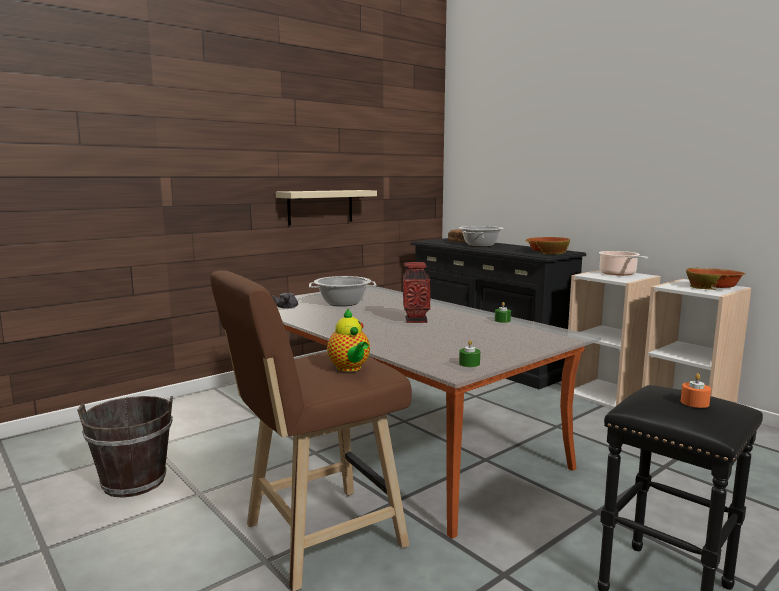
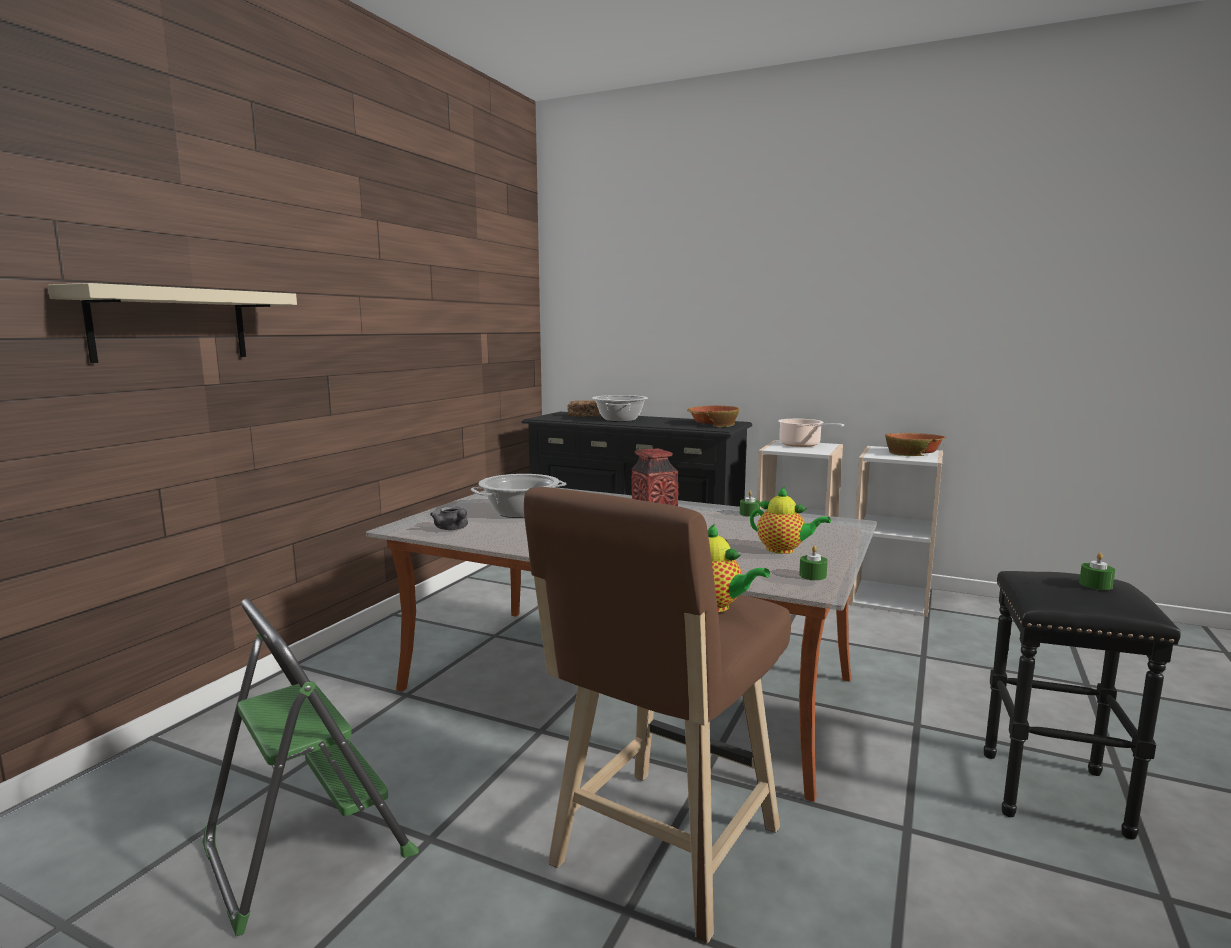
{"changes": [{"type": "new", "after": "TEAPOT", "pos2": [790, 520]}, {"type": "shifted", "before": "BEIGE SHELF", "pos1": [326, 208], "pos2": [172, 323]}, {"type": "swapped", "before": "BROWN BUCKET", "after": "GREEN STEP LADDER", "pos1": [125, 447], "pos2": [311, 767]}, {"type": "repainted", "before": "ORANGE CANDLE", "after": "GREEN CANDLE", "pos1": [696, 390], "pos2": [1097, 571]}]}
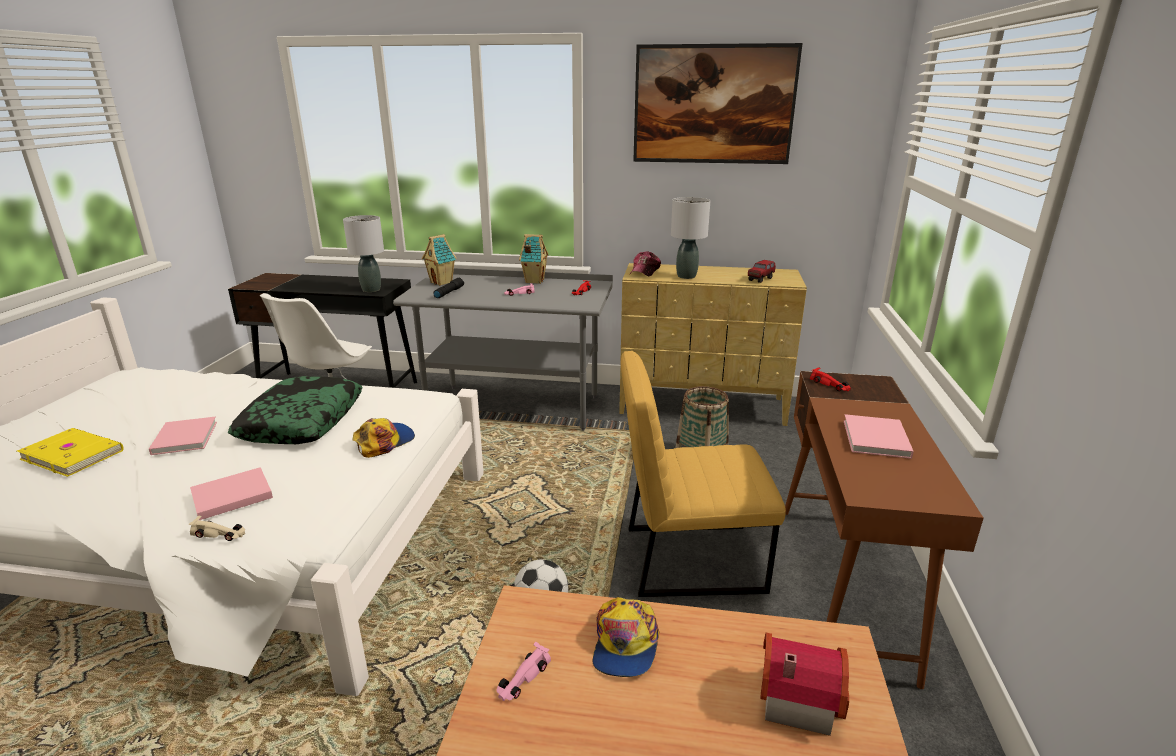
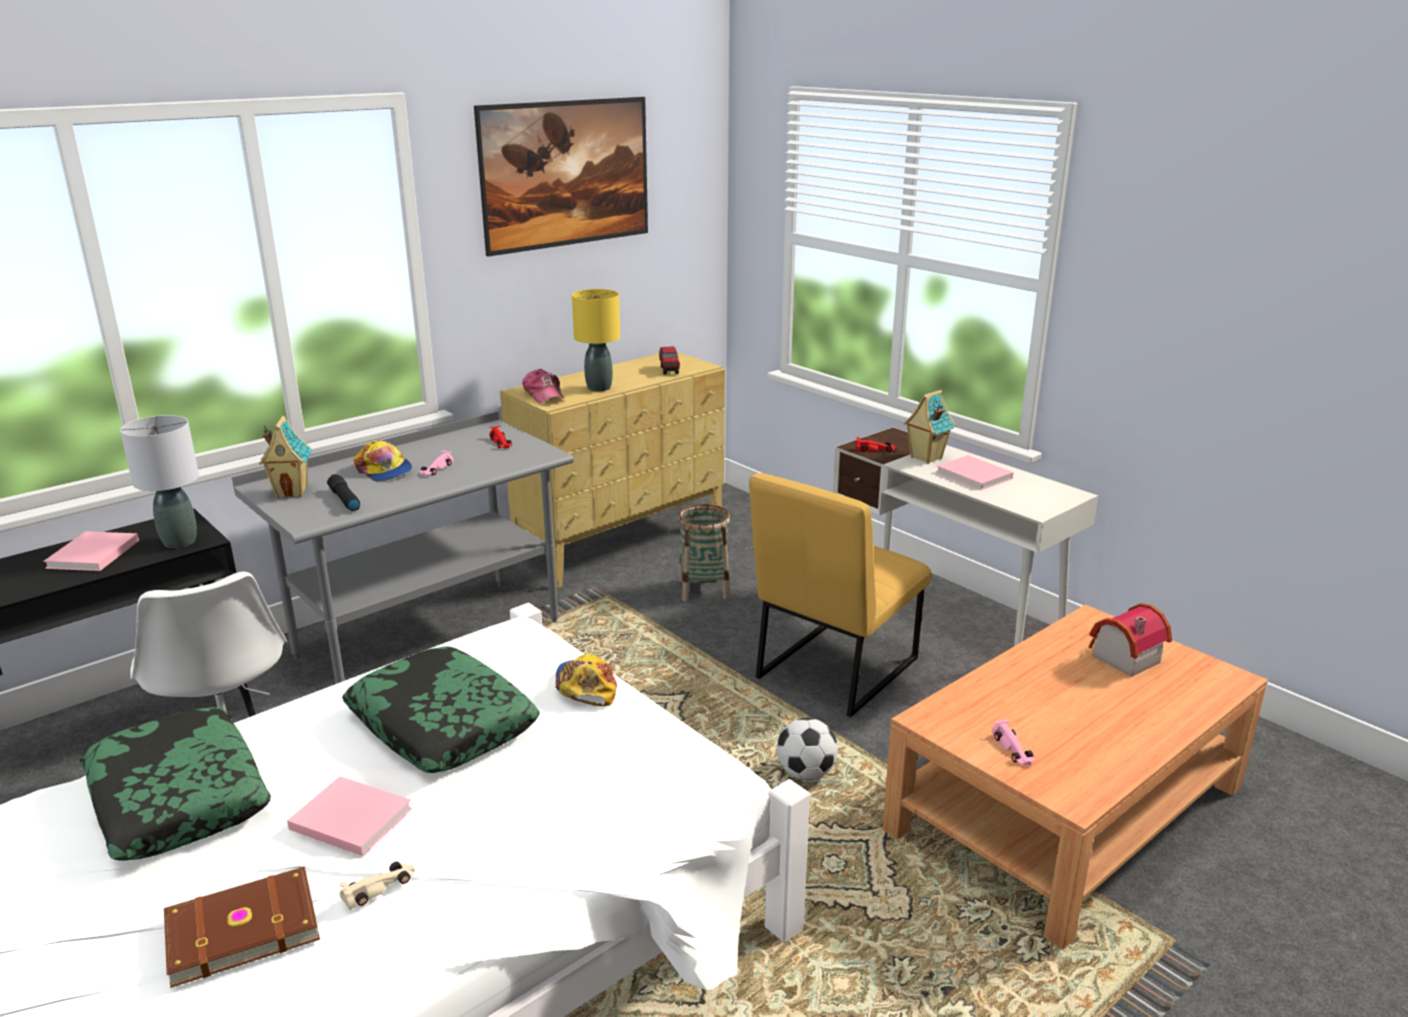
{"changes": [{"type": "new", "after": "PILLOW", "pos2": [175, 783]}, {"type": "shifted", "before": "BEIGE TOY CAR", "pos1": [217, 528], "pos2": [377, 885]}, {"type": "shifted", "before": "PINK BOOK", "pos1": [231, 493], "pos2": [91, 551]}, {"type": "shifted", "before": "TOY HOUSE", "pos1": [533, 259], "pos2": [929, 427]}, {"type": "shifted", "before": "CAP", "pos1": [626, 637], "pos2": [382, 460]}, {"type": "repainted", "before": "YELLOW BOOK", "after": "BROWN BOOK", "pos1": [70, 452], "pos2": [242, 927]}, {"type": "repainted", "before": "GREY TABLE LAMP", "after": "YELLOW TABLE LAMP", "pos1": [690, 238], "pos2": [596, 340]}, {"type": "repainted", "before": "BROWN DESK", "after": "WHITE DESK", "pos1": [884, 530], "pos2": [965, 536]}]}
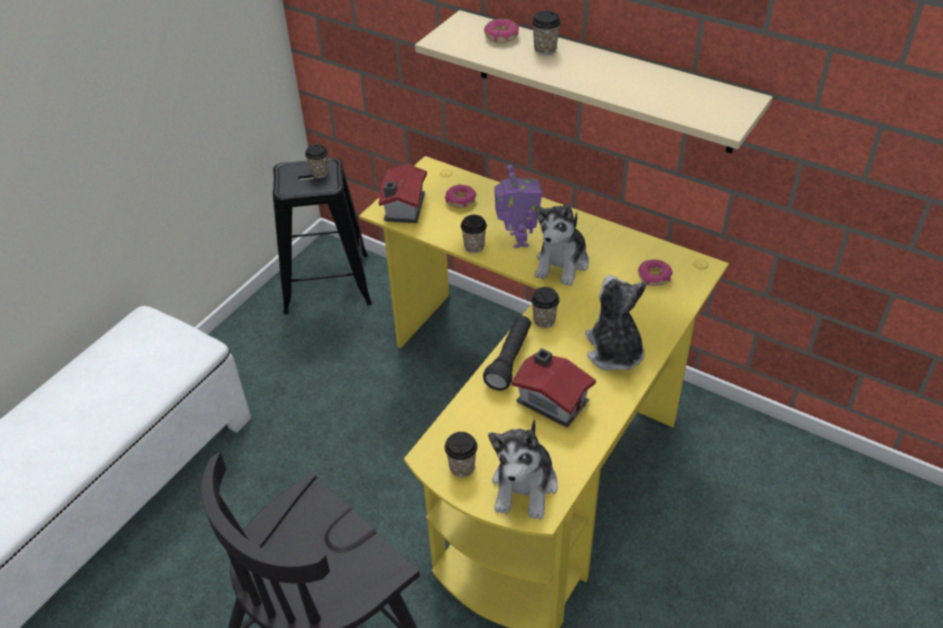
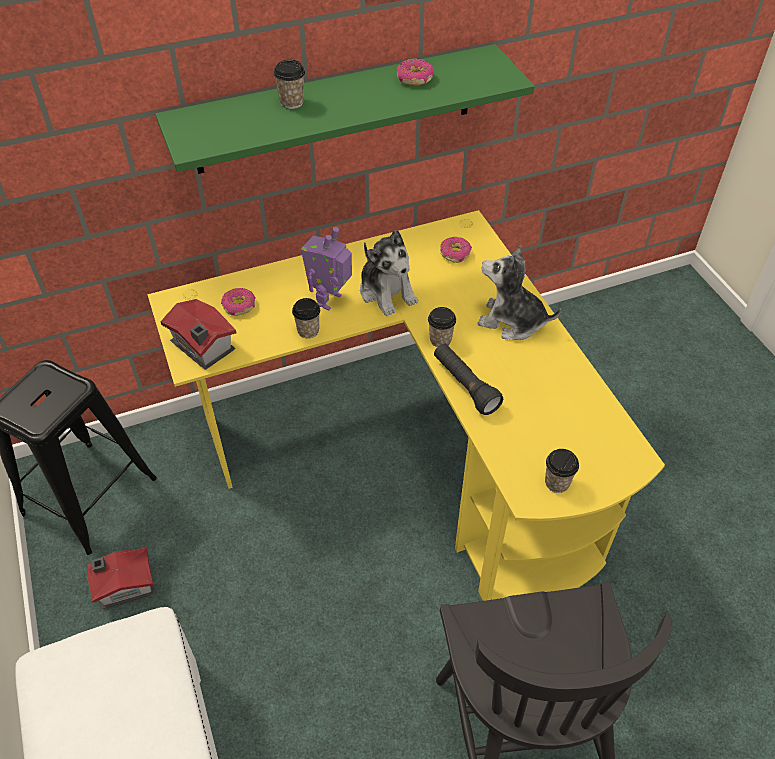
{"changes": [{"type": "gone", "before": "CUP", "pos1": [316, 161]}, {"type": "gone", "before": "PLUSH TOY", "pos1": [523, 469]}, {"type": "shifted", "before": "DONUT", "pos1": [501, 31], "pos2": [415, 72]}, {"type": "shifted", "before": "TOY HOUSE", "pos1": [553, 388], "pos2": [121, 578]}, {"type": "repainted", "before": "BEIGE SHELF", "after": "GREEN SHELF", "pos1": [594, 82], "pos2": [345, 109]}, {"type": "rotated", "before": "TOY ROBOT", "pos1": [518, 206], "pos2": [326, 268], "turn": -90}]}
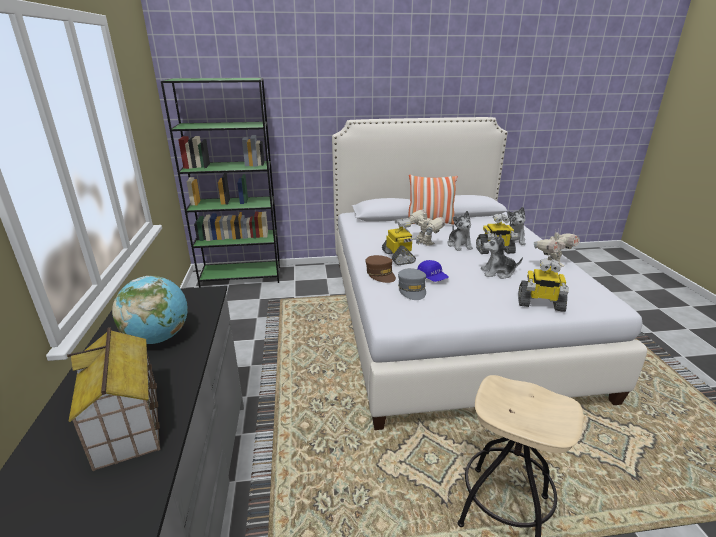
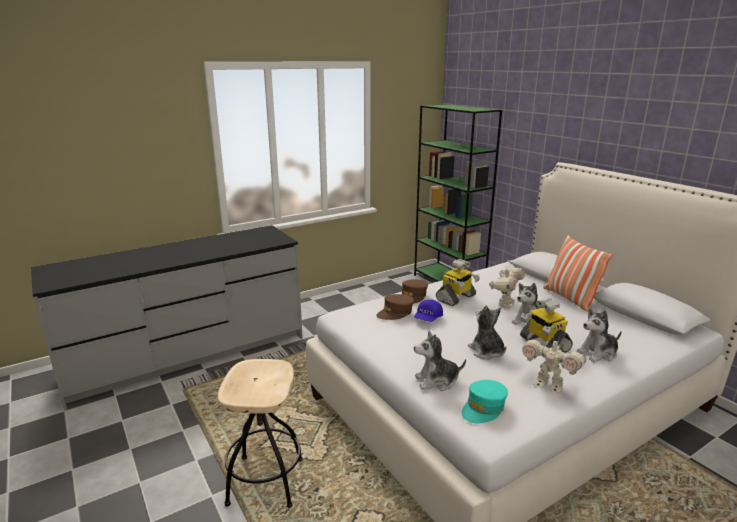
{"changes": [{"type": "gone", "before": "TOY HOUSE", "pos1": [113, 399]}, {"type": "gone", "before": "GLOBE", "pos1": [150, 310]}, {"type": "new", "after": "TURQUOISE CAP", "pos2": [485, 401]}, {"type": "swapped", "before": "TOY ROBOT", "after": "PLUSH TOY", "pos1": [543, 285], "pos2": [440, 361]}, {"type": "repainted", "before": "GREY CAP", "after": "BROWN CAP", "pos1": [412, 284], "pos2": [395, 307]}]}
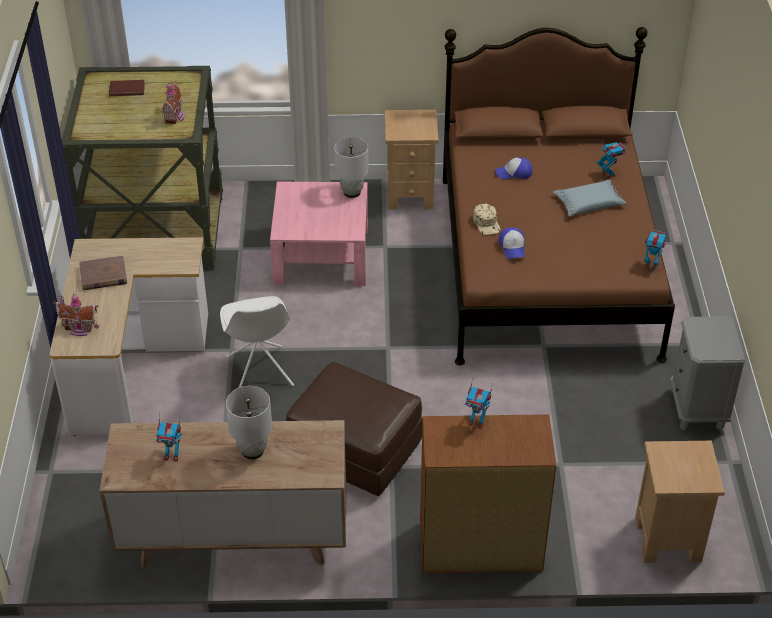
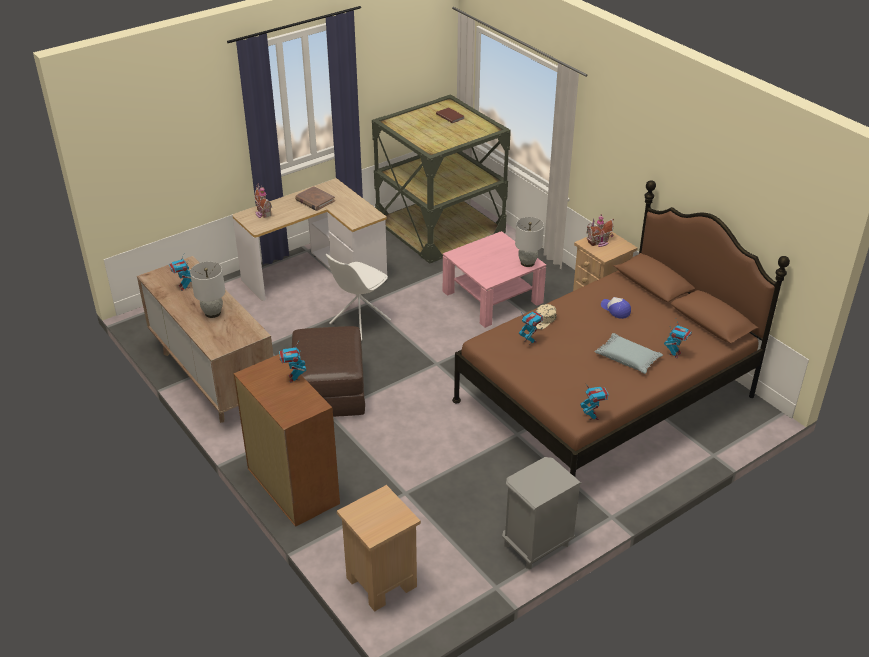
{"changes": [{"type": "shifted", "before": "TOY HOUSE", "pos1": [173, 102], "pos2": [600, 230]}, {"type": "swapped", "before": "CAP", "after": "TOY ROBOT", "pos1": [512, 243], "pos2": [531, 328]}]}
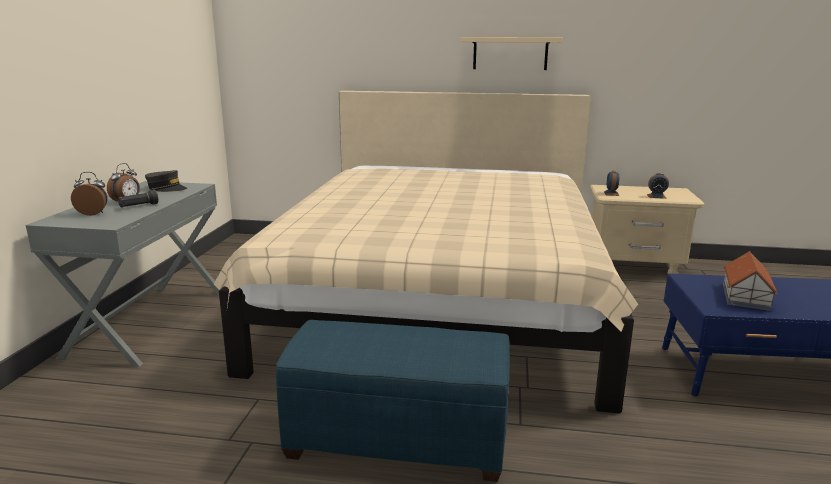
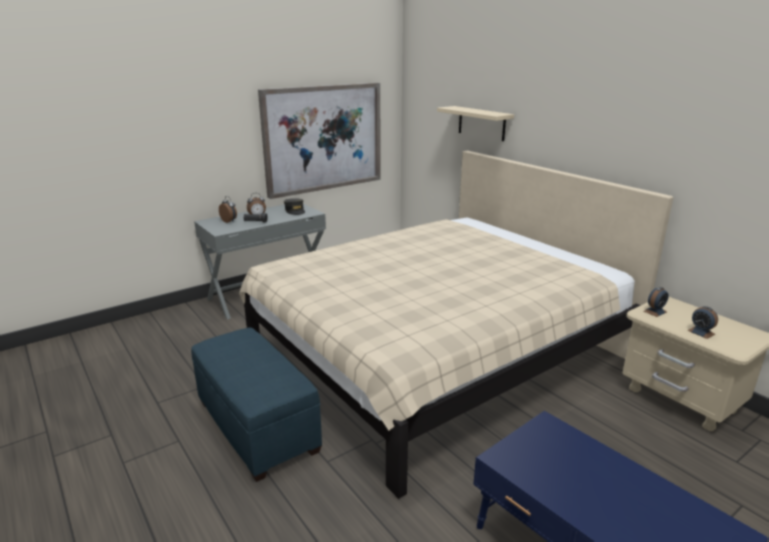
{"changes": [{"type": "gone", "before": "TOY HOUSE", "pos1": [750, 281]}, {"type": "new", "after": "PICTURE", "pos2": [319, 141]}, {"type": "shifted", "before": "BEIGE SHELF", "pos1": [511, 53], "pos2": [475, 123]}]}
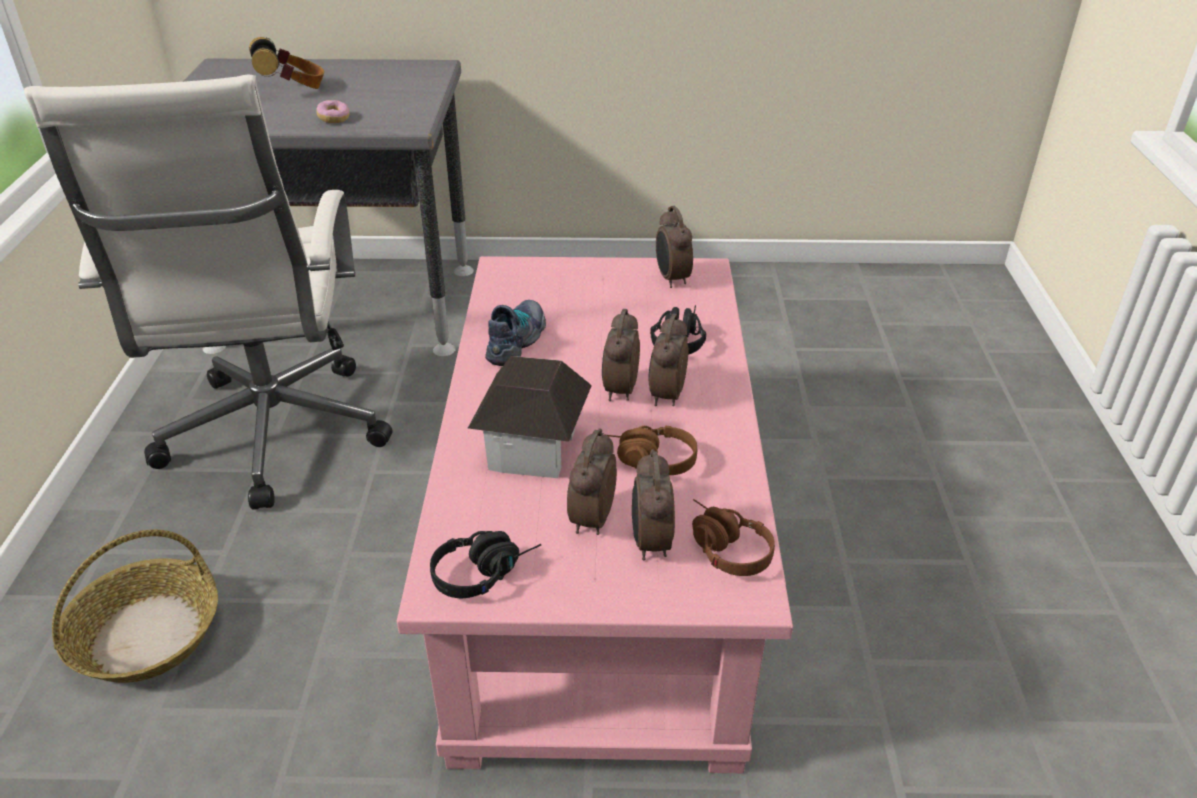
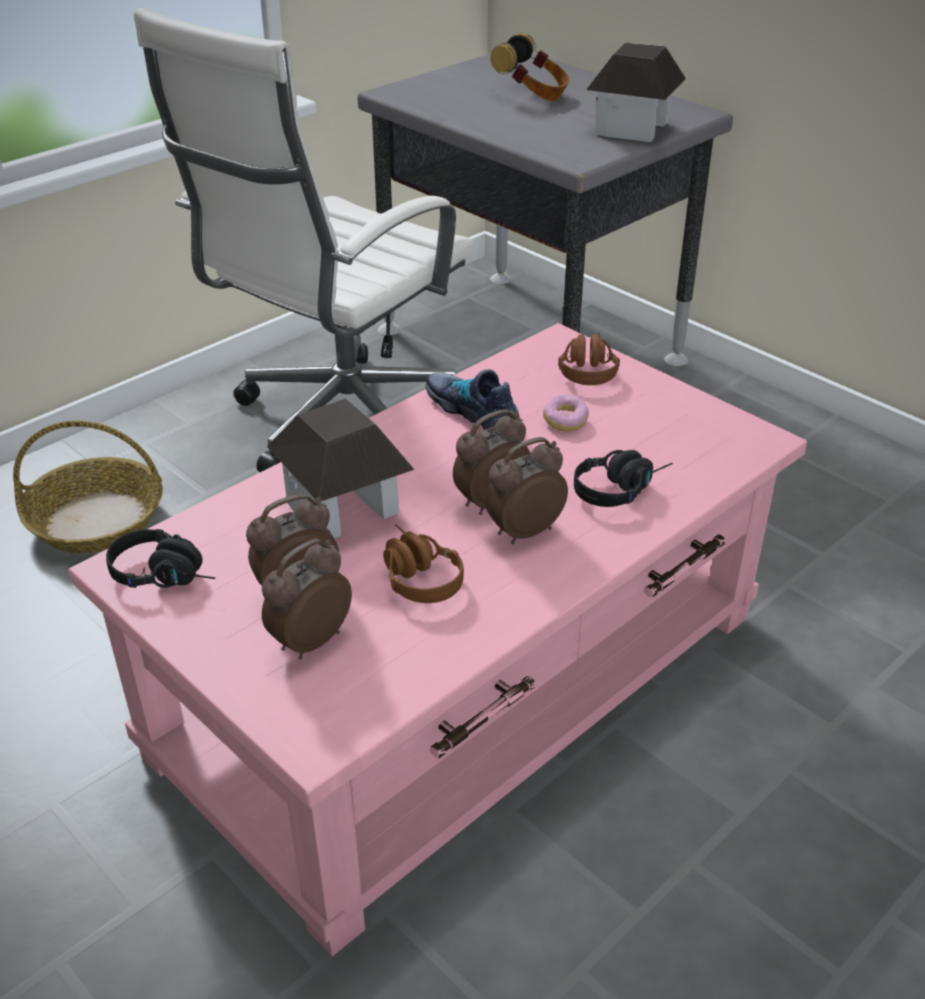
{"changes": [{"type": "gone", "before": "ALARM CLOCK", "pos1": [674, 247]}, {"type": "new", "after": "TOY HOUSE", "pos2": [636, 92]}, {"type": "shifted", "before": "DONUT", "pos1": [333, 111], "pos2": [566, 413]}, {"type": "shifted", "before": "BROWN HEADPHONES", "pos1": [733, 537], "pos2": [589, 358]}, {"type": "rotated", "before": "SHOE", "pos1": [515, 333], "pos2": [472, 399], "turn": -105}]}
